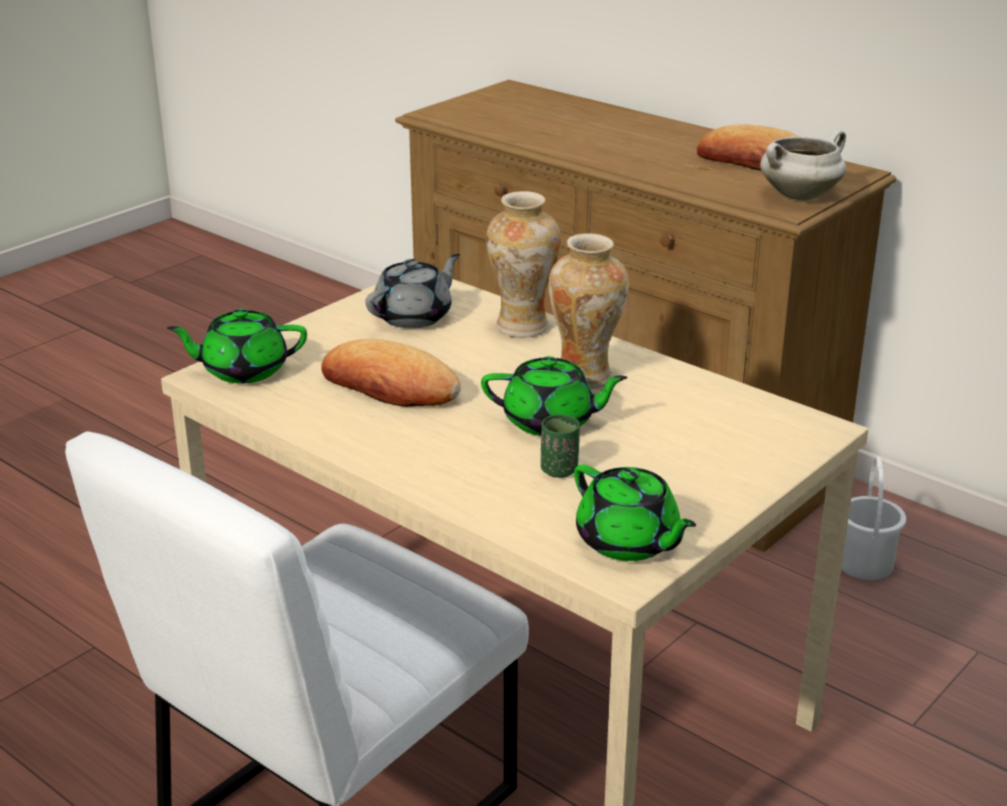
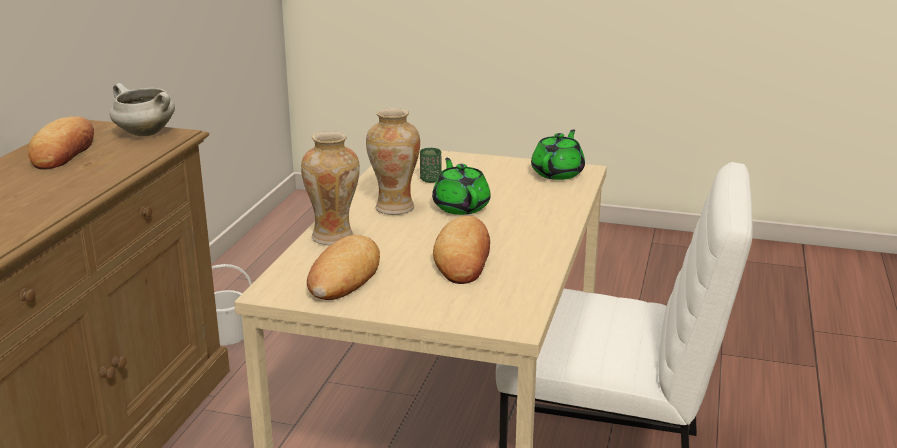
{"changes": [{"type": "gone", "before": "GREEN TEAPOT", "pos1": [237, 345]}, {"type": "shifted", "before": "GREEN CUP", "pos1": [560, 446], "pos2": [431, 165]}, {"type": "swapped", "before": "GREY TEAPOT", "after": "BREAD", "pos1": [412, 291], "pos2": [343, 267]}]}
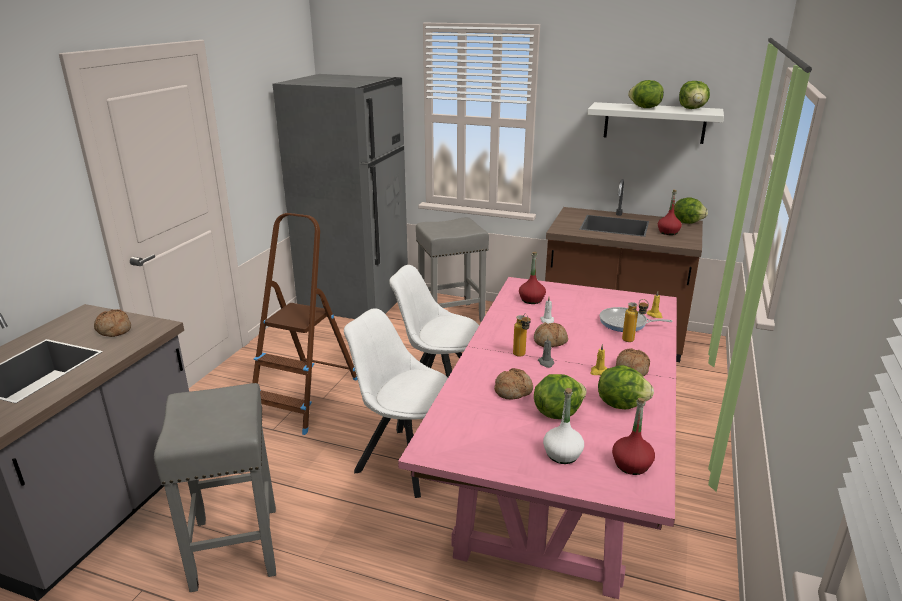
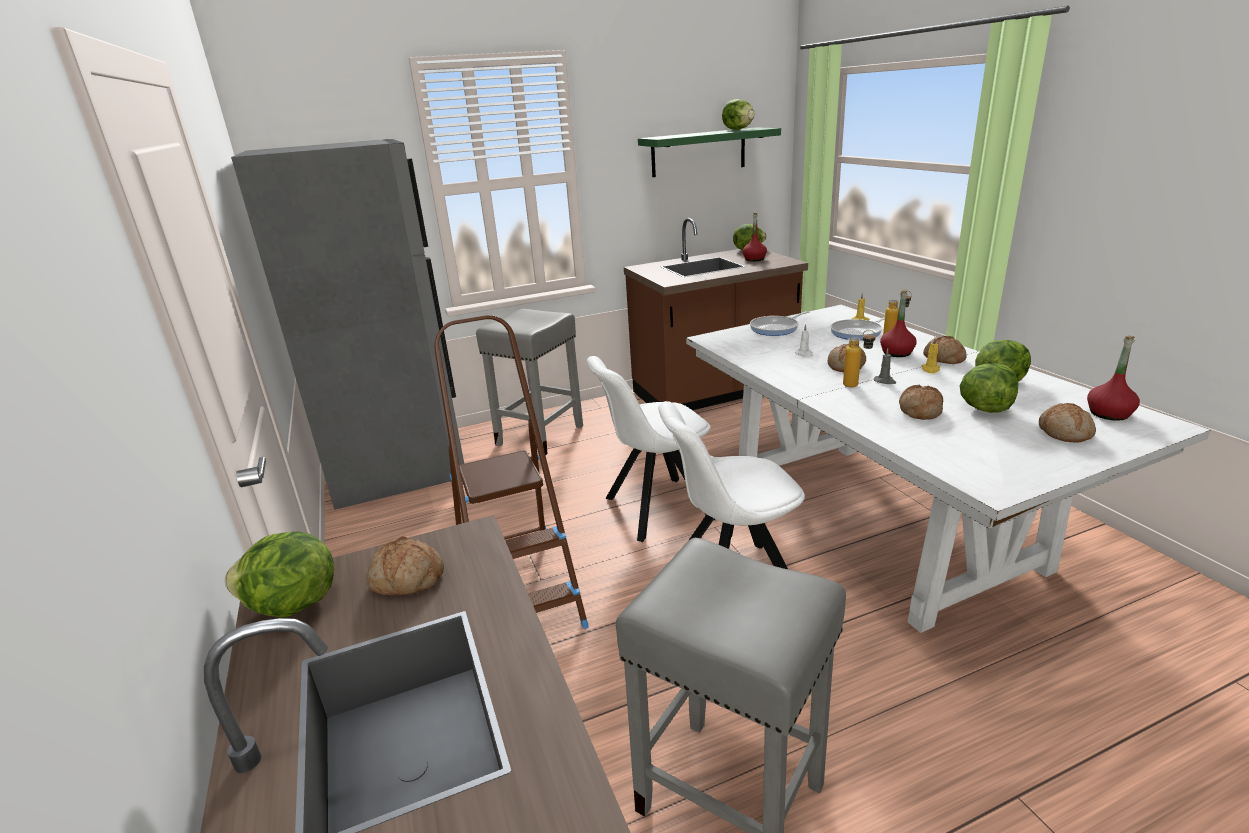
{"changes": [{"type": "new", "after": "FRYING PAN", "pos2": [779, 323]}, {"type": "shifted", "before": "RED BOTTLE", "pos1": [532, 278], "pos2": [898, 323]}, {"type": "shifted", "before": "LETTUCE", "pos1": [646, 94], "pos2": [279, 574]}, {"type": "swapped", "before": "WHITE BOTTLE", "after": "BREAD", "pos1": [563, 426], "pos2": [1067, 423]}, {"type": "repainted", "before": "PINK DINING TABLE", "after": "WHITE DINING TABLE", "pos1": [537, 438], "pos2": [948, 469]}, {"type": "repainted", "before": "WHITE SHELF", "after": "GREEN SHELF", "pos1": [655, 123], "pos2": [709, 152]}]}
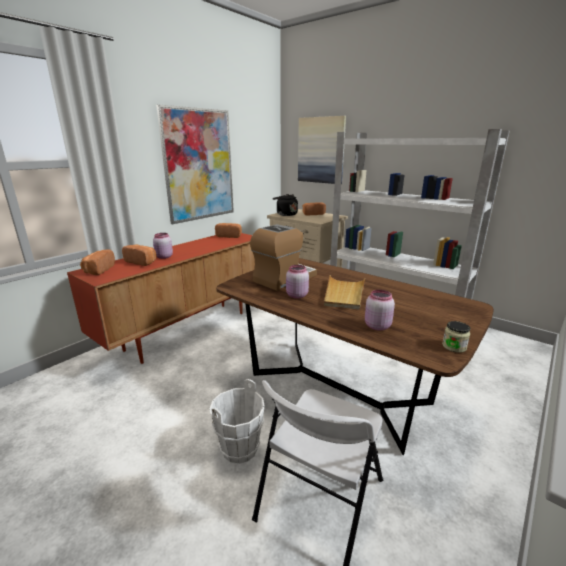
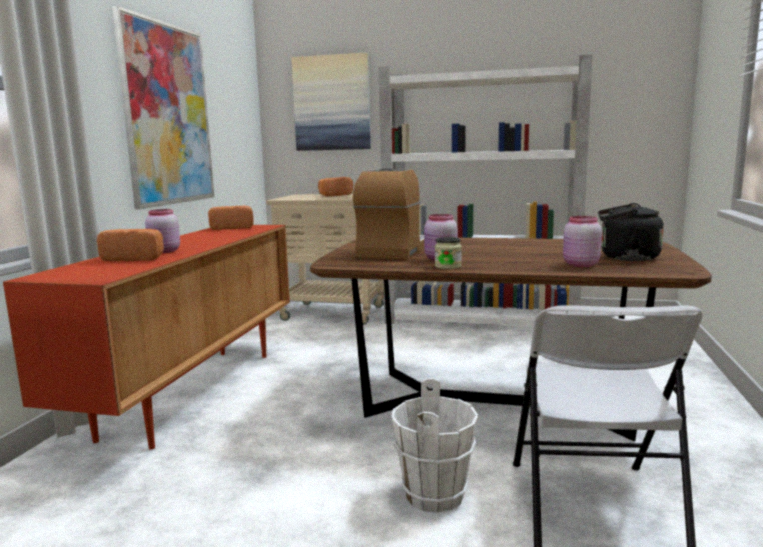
{"changes": [{"type": "gone", "before": "BREAD", "pos1": [97, 262]}, {"type": "gone", "before": "BEIGE TRAY", "pos1": [344, 292]}, {"type": "shifted", "before": "BLACK KETTLE", "pos1": [285, 205], "pos2": [631, 232]}, {"type": "shifted", "before": "JAR", "pos1": [456, 337], "pos2": [448, 253]}]}
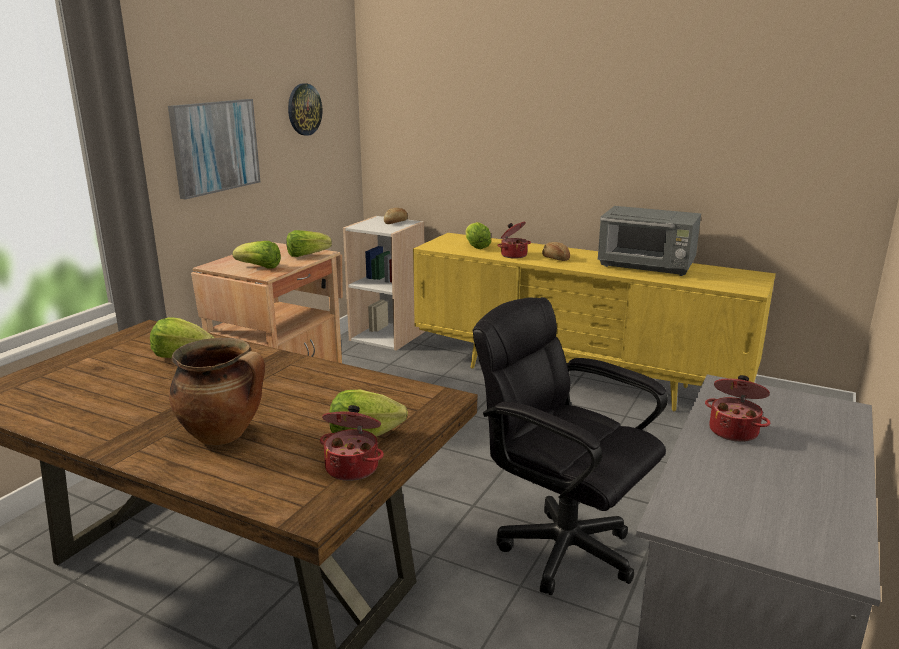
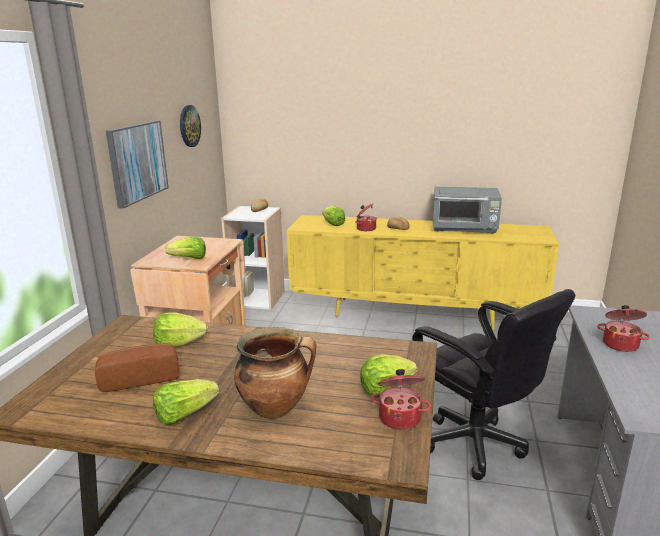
{"changes": [{"type": "new", "after": "BREAD", "pos2": [137, 367]}, {"type": "shifted", "before": "LETTUCE", "pos1": [309, 243], "pos2": [186, 402]}, {"type": "rotated", "before": "BLACK OFFICE CHAIR", "pos1": [570, 446], "pos2": [494, 384], "turn": -150}]}
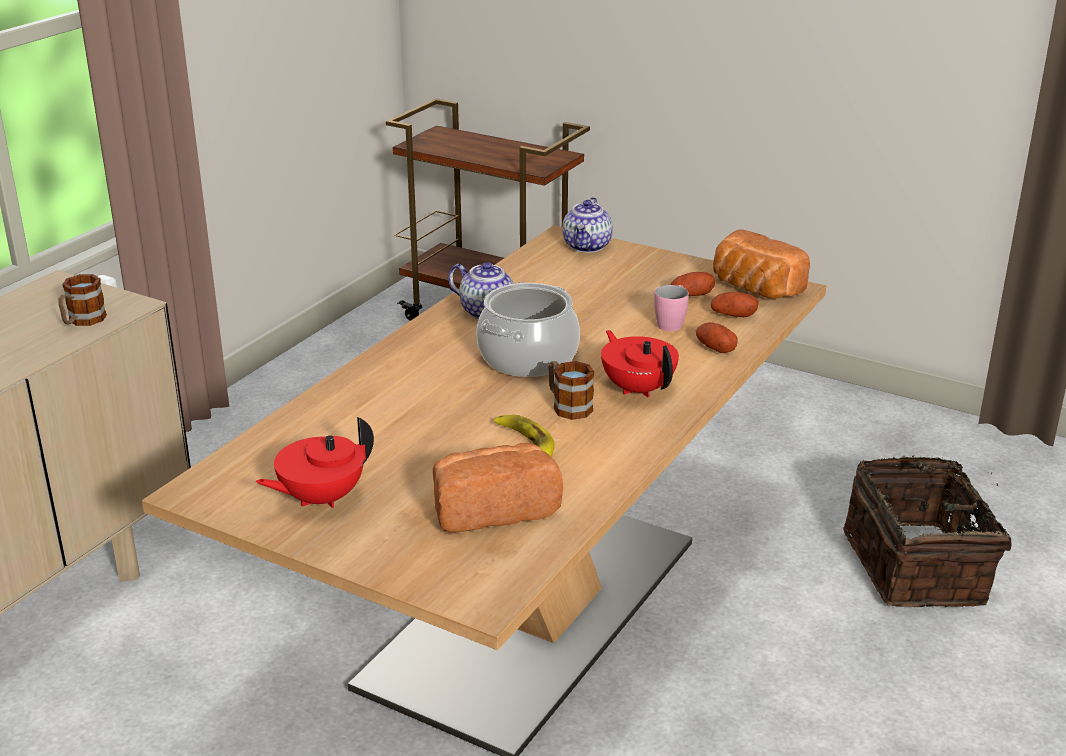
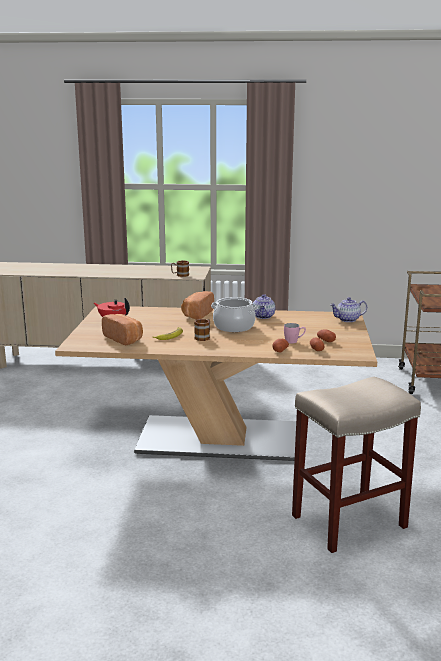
{"changes": [{"type": "gone", "before": "RED TEAPOT", "pos1": [640, 363]}, {"type": "shifted", "before": "BREAD", "pos1": [761, 264], "pos2": [197, 305]}, {"type": "swapped", "before": "BASKET", "after": "BEIGE STOOL", "pos1": [927, 531], "pos2": [356, 465]}]}
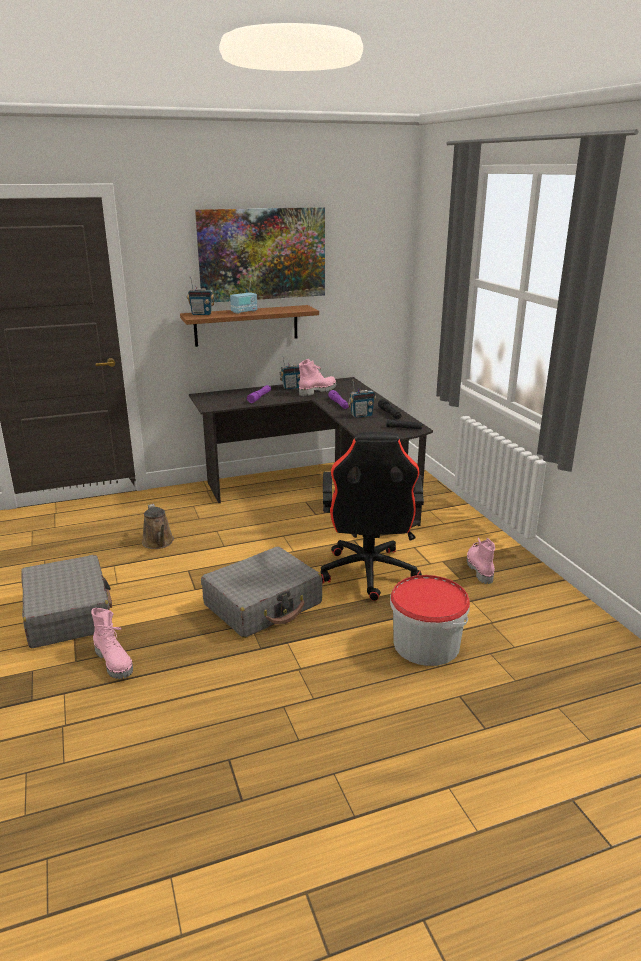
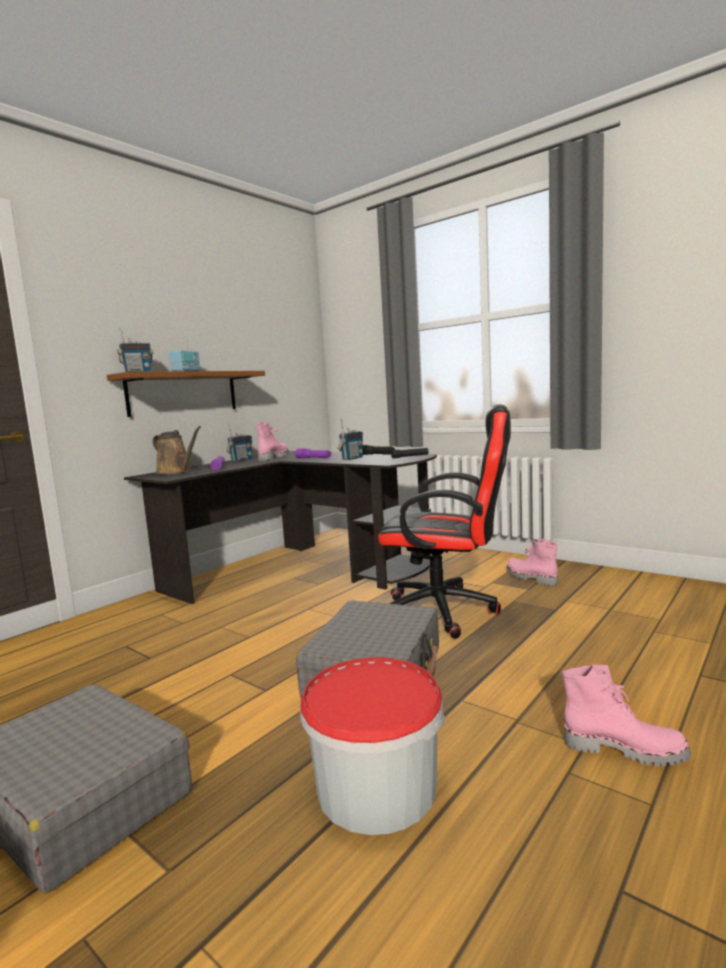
{"changes": [{"type": "gone", "before": "PICTURE", "pos1": [260, 254]}, {"type": "shifted", "before": "PINK BOOT", "pos1": [112, 643], "pos2": [626, 716]}, {"type": "shifted", "before": "BROWN WATERING CAN", "pos1": [158, 526], "pos2": [177, 450]}, {"type": "shifted", "before": "BUCKET", "pos1": [430, 620], "pos2": [372, 746]}, {"type": "rotated", "before": "BLACK OFFICE CHAIR", "pos1": [372, 516], "pos2": [444, 521], "turn": -45}]}
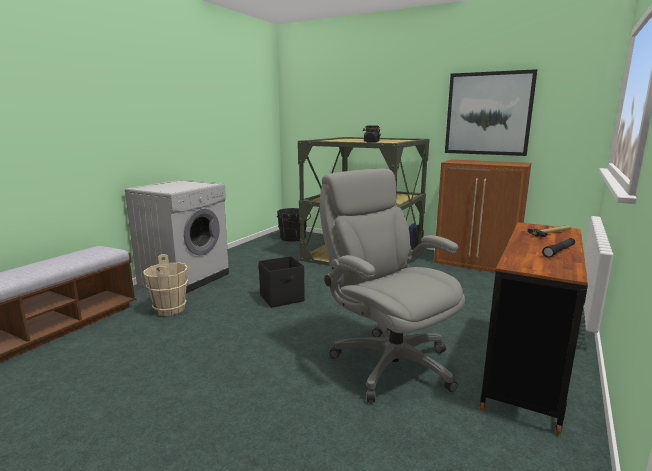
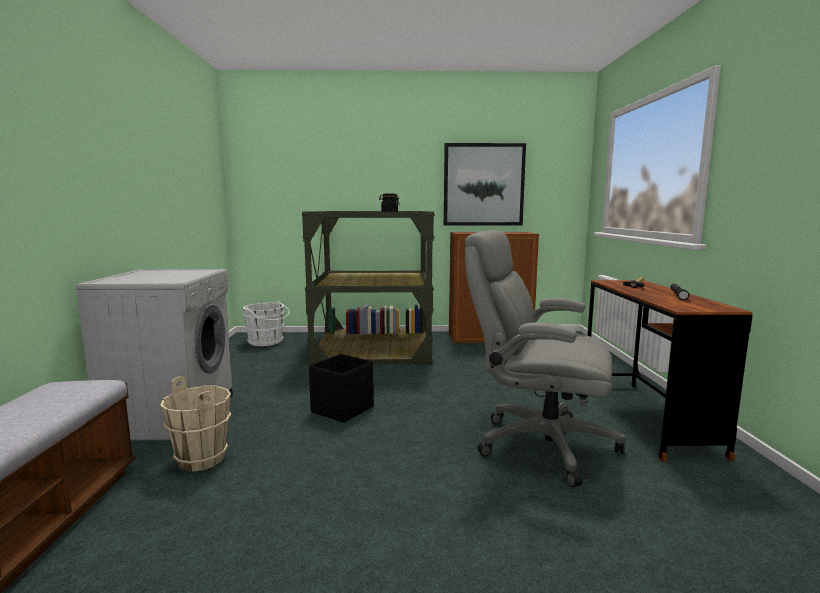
{"changes": [{"type": "repainted", "before": "BLACK BUCKET", "after": "WHITE BUCKET", "pos1": [294, 225], "pos2": [266, 323]}]}
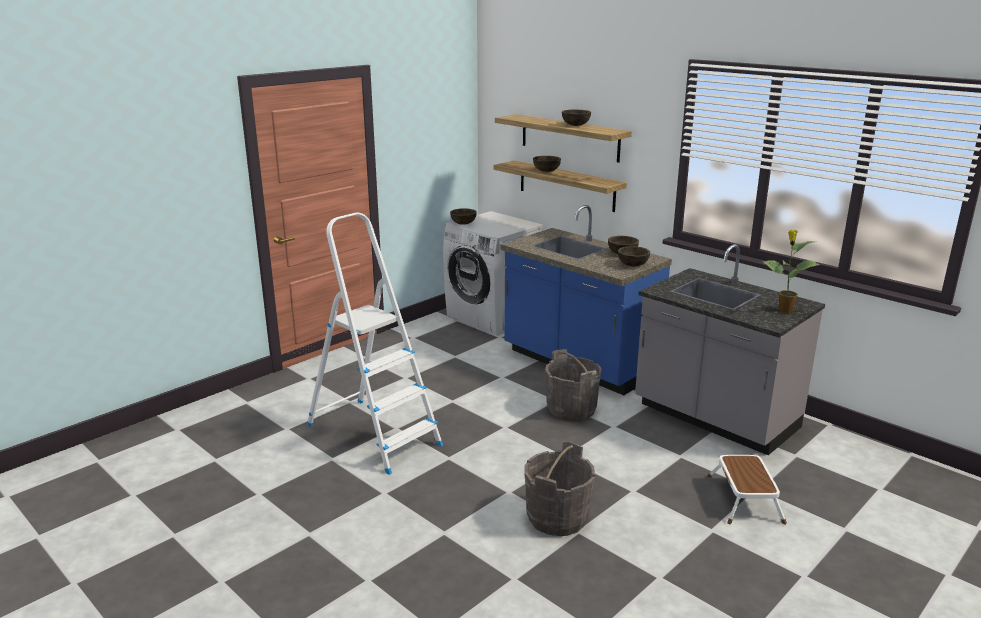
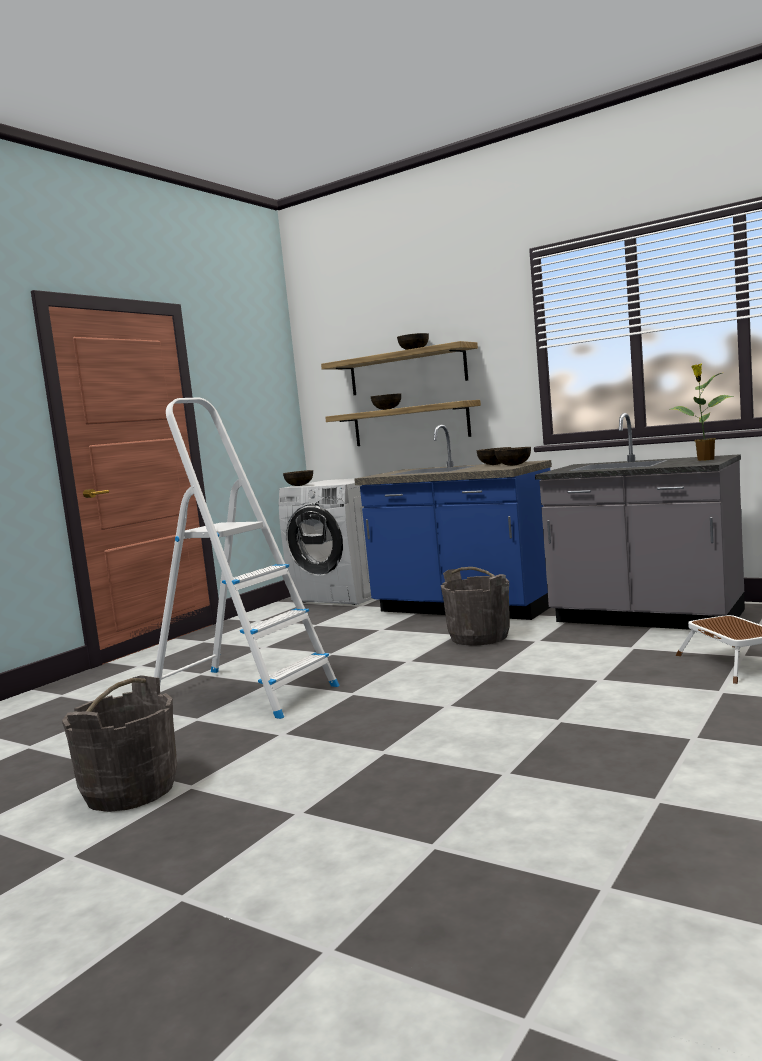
{"changes": [{"type": "shifted", "before": "GREY BUCKET", "pos1": [559, 489], "pos2": [119, 743]}]}
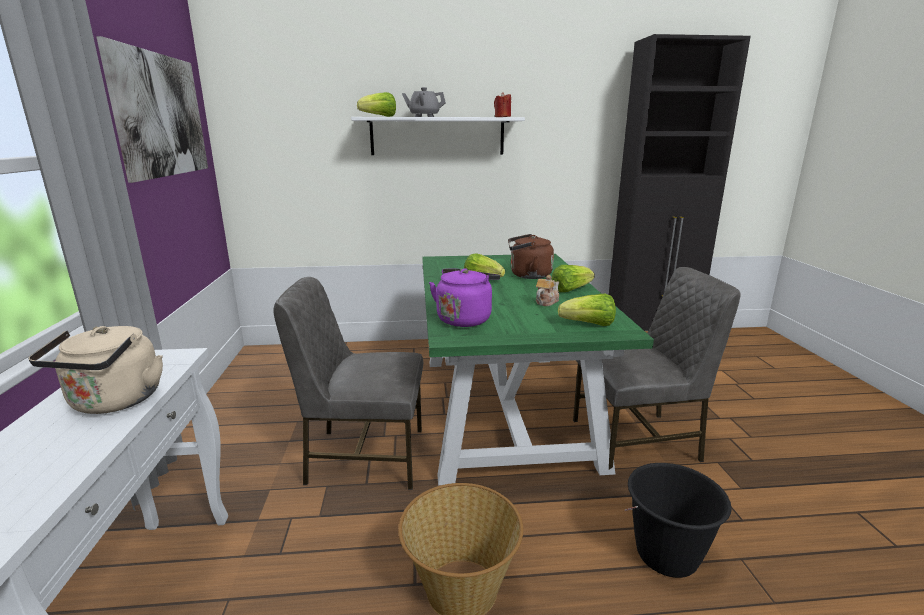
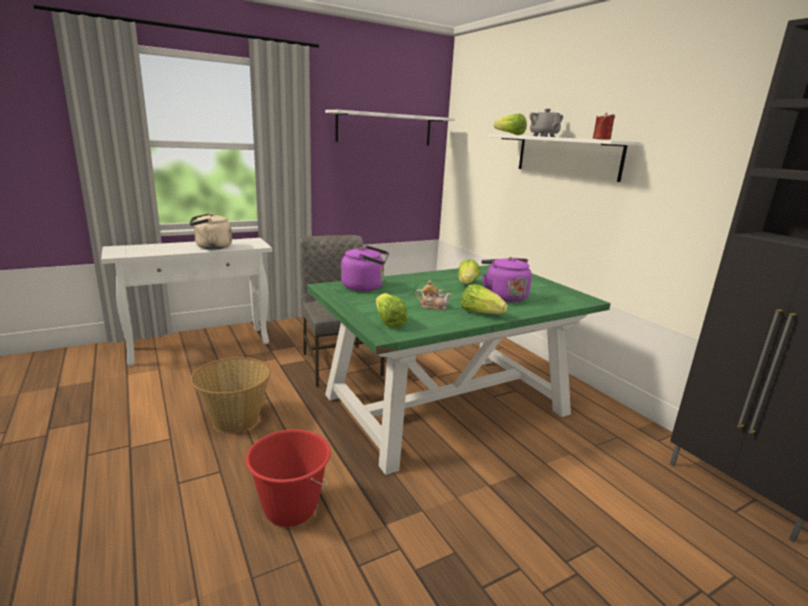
{"changes": [{"type": "gone", "before": "GREY CHAIR", "pos1": [657, 368]}, {"type": "swapped", "before": "PICTURE", "after": "WHITE SHELF", "pos1": [152, 109], "pos2": [390, 127]}, {"type": "repainted", "before": "BROWN KETTLE", "after": "PURPLE KETTLE", "pos1": [531, 256], "pos2": [506, 279]}, {"type": "repainted", "before": "BLACK BUCKET", "after": "RED BUCKET", "pos1": [678, 520], "pos2": [288, 478]}]}
